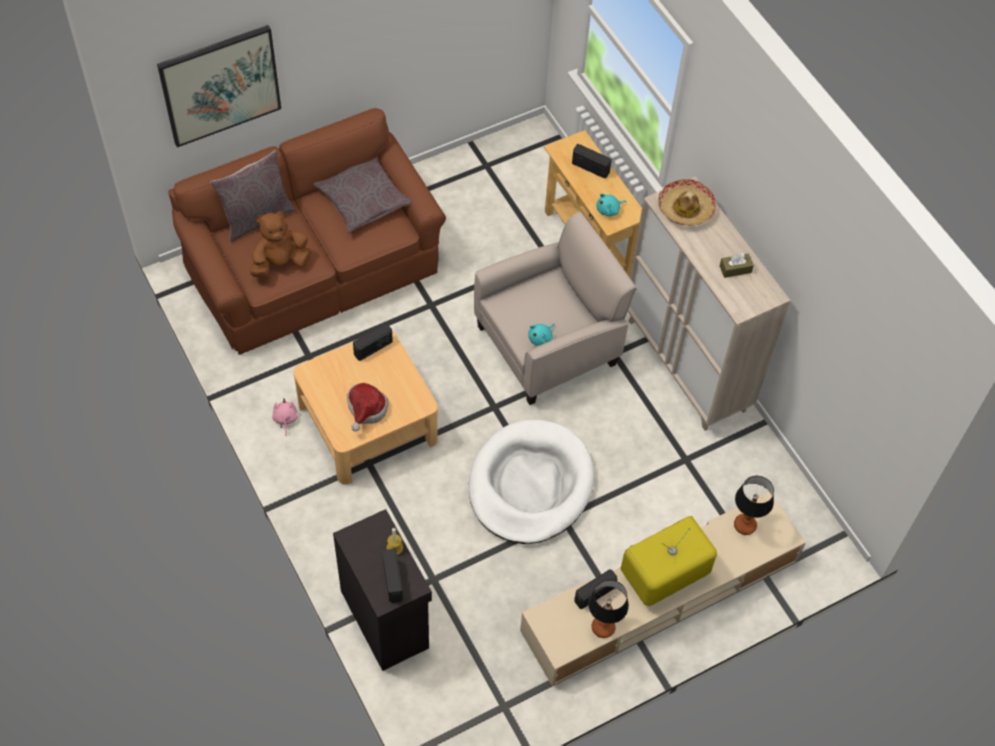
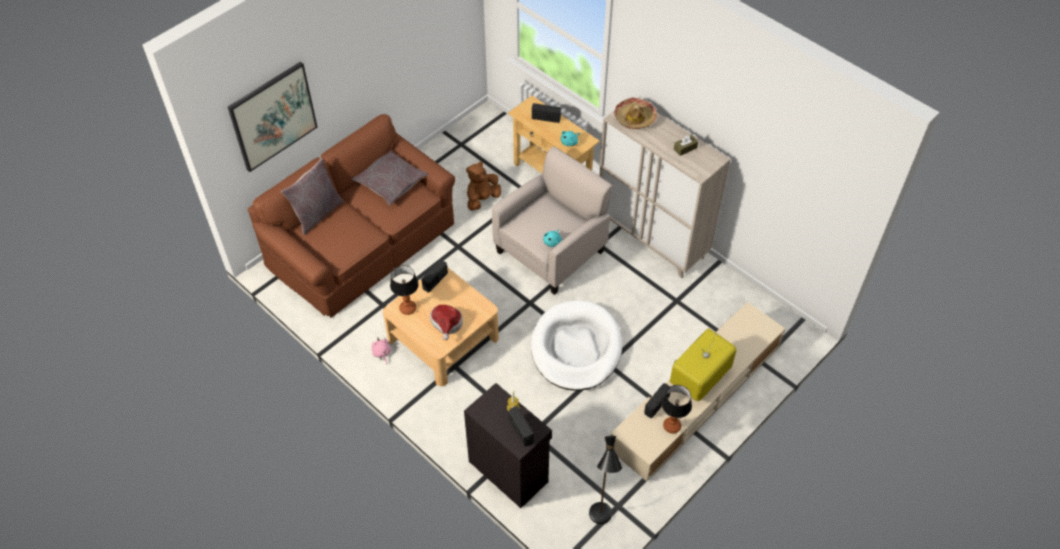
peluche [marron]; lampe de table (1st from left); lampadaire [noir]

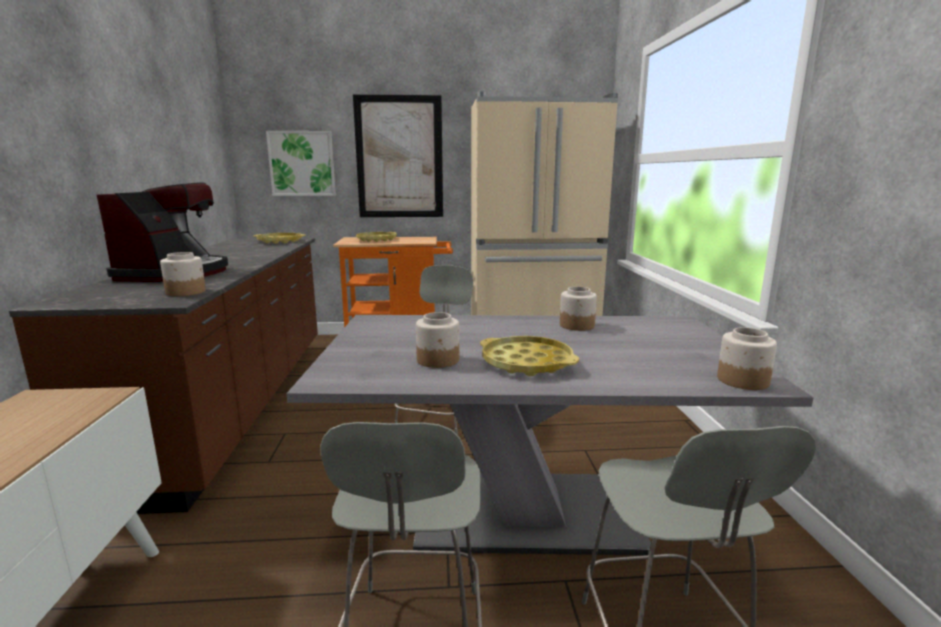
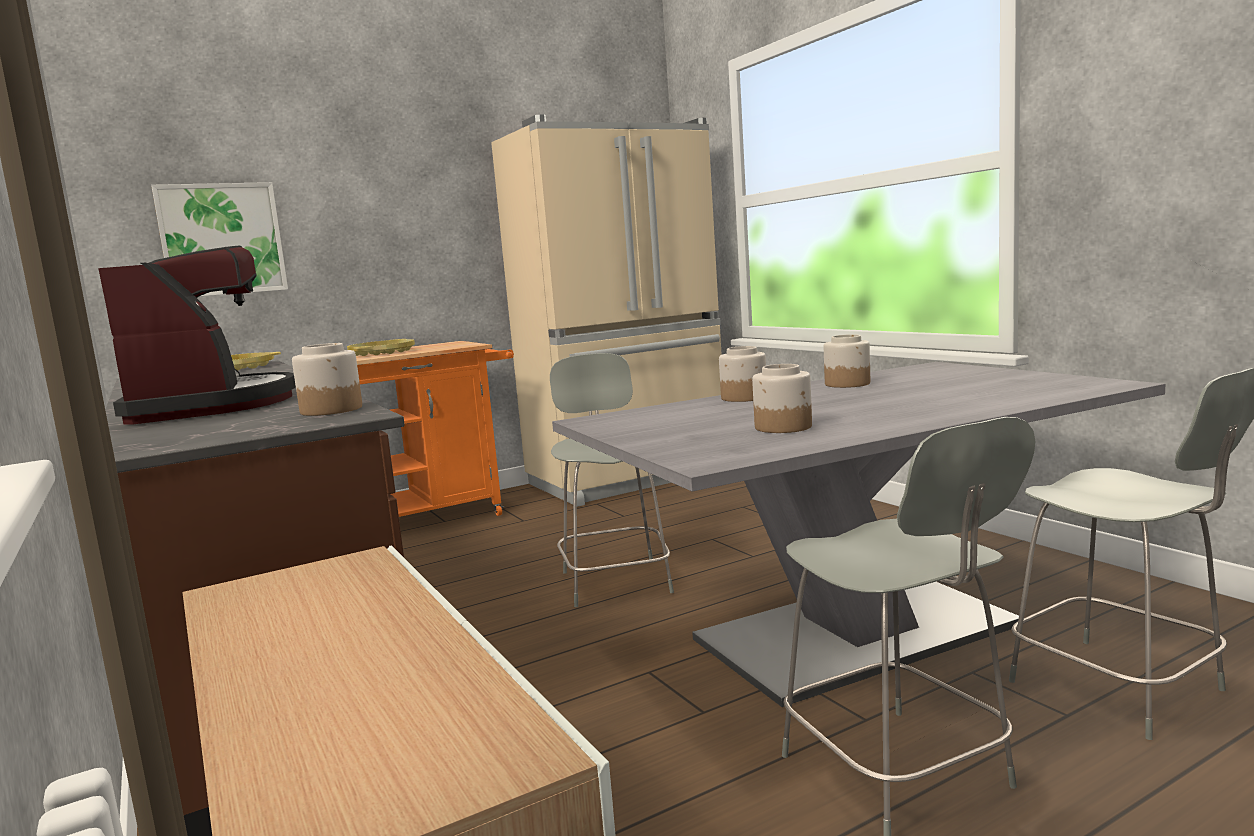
tableau (2nd from left in the first image); bocal (2nd from left); plateau [jaune] (3rd from left in the first image)

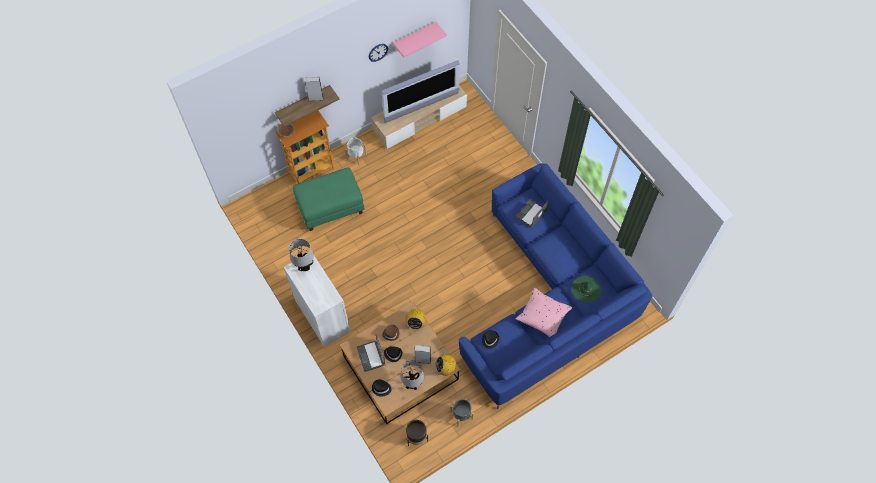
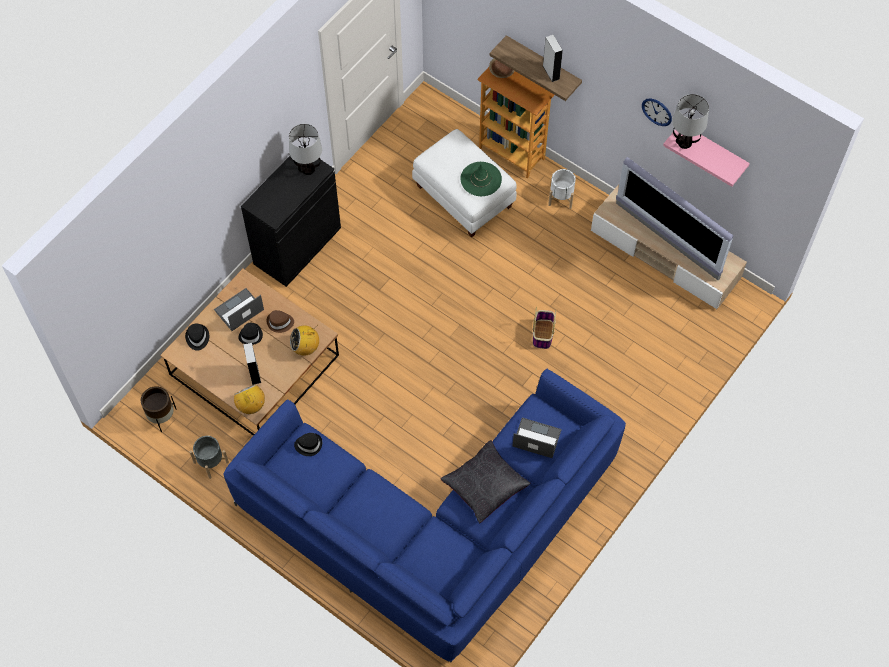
pouf [blanc]; meuble de rangement [noir]; chapeau [vert]; coussin [rose]; lampe de table (2nd from left); panier; coussin [noir]

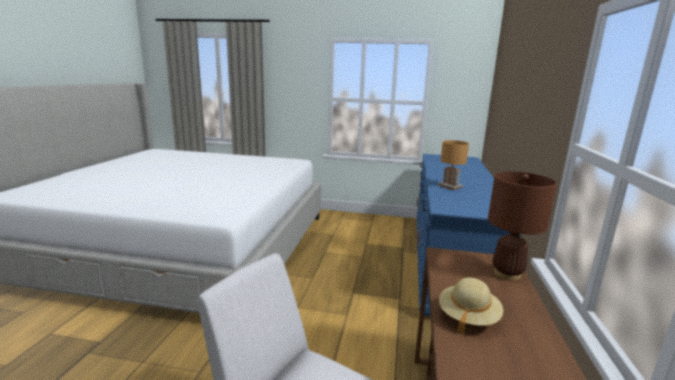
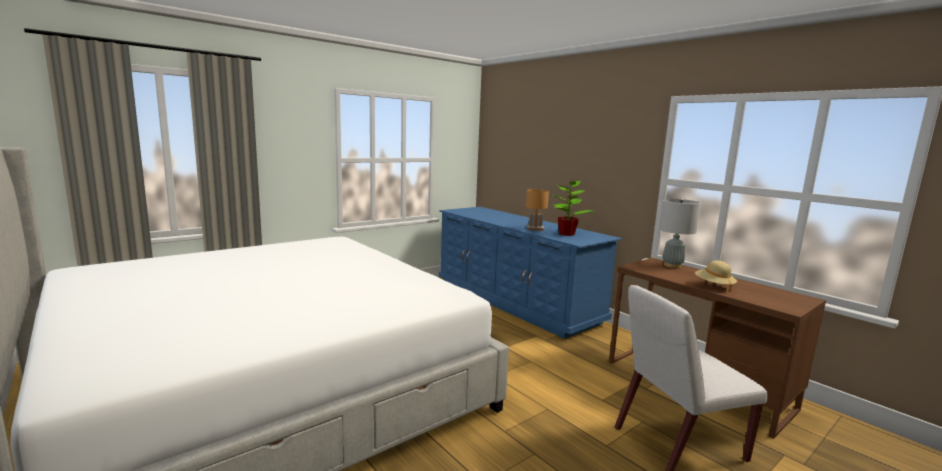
lampe de table [gris]; plante en pot

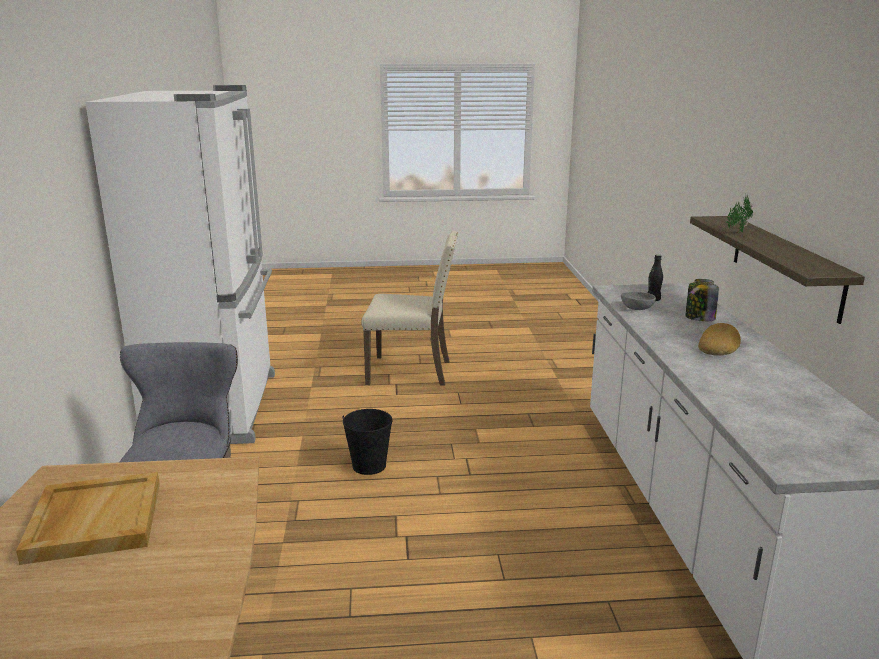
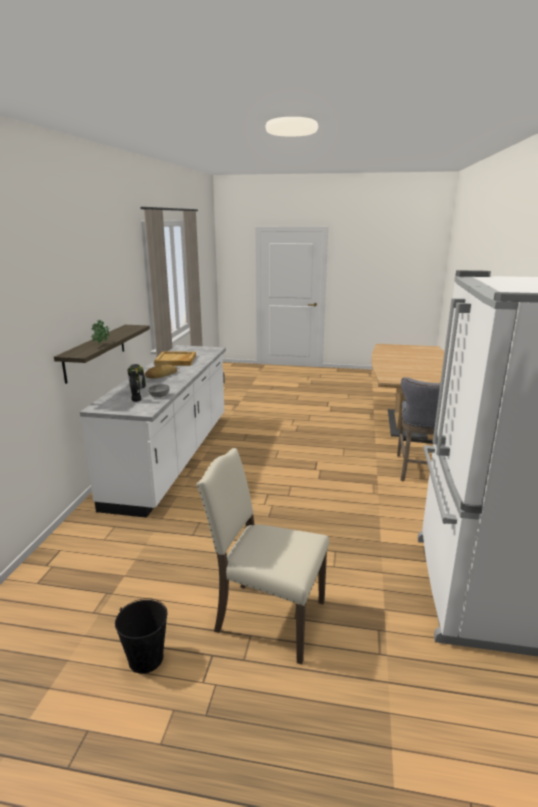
seau [noir]; plateau [beige]

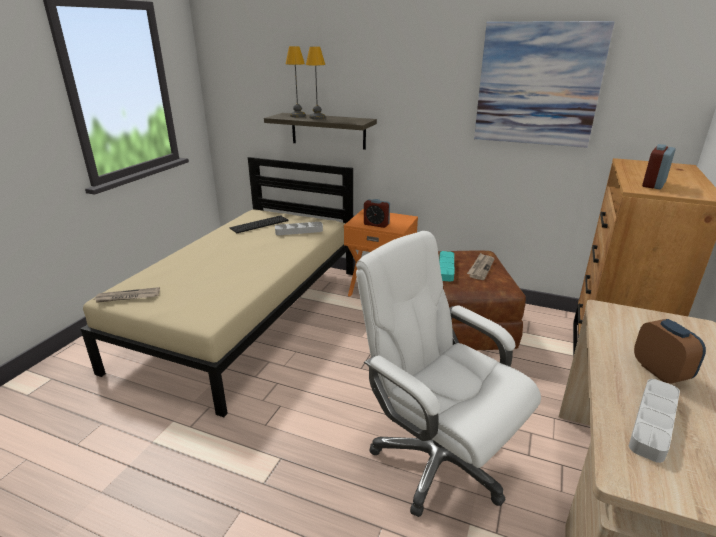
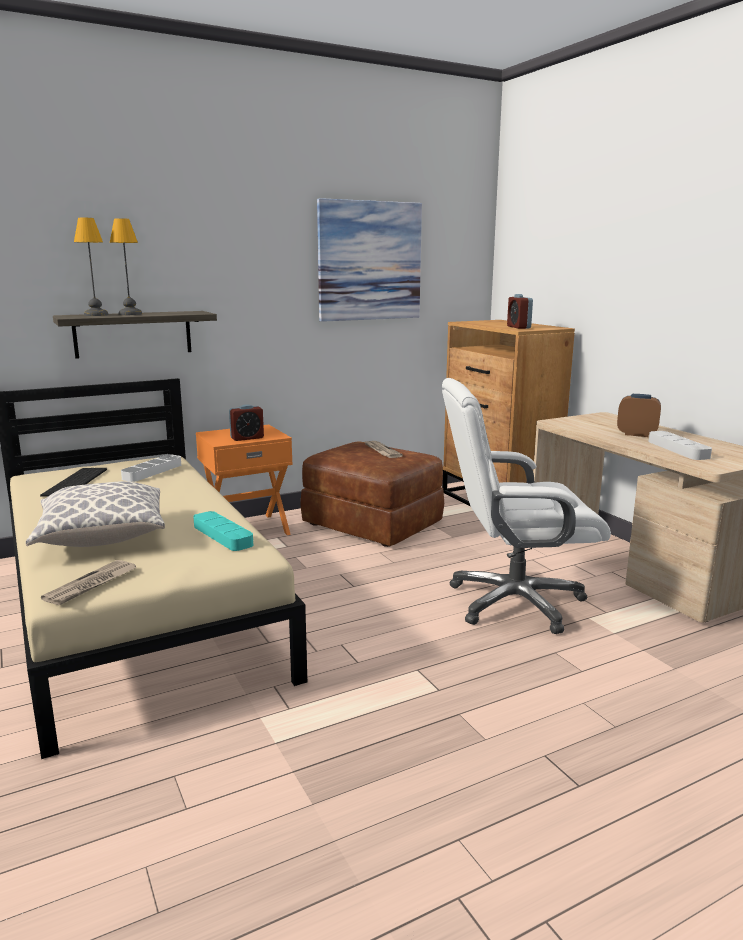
plateau [turquoise]; coussin

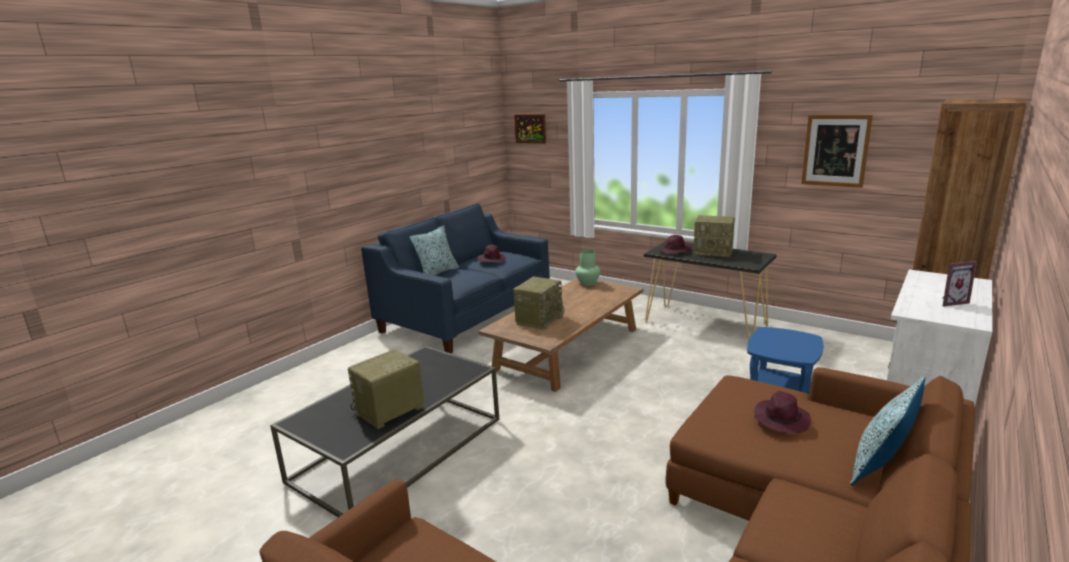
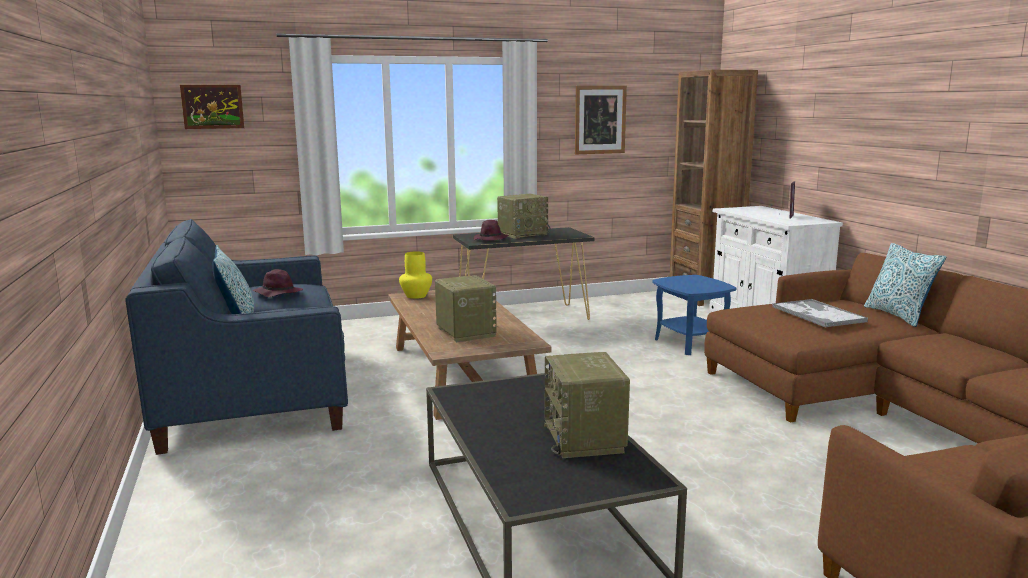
vase [jaune]; plateau

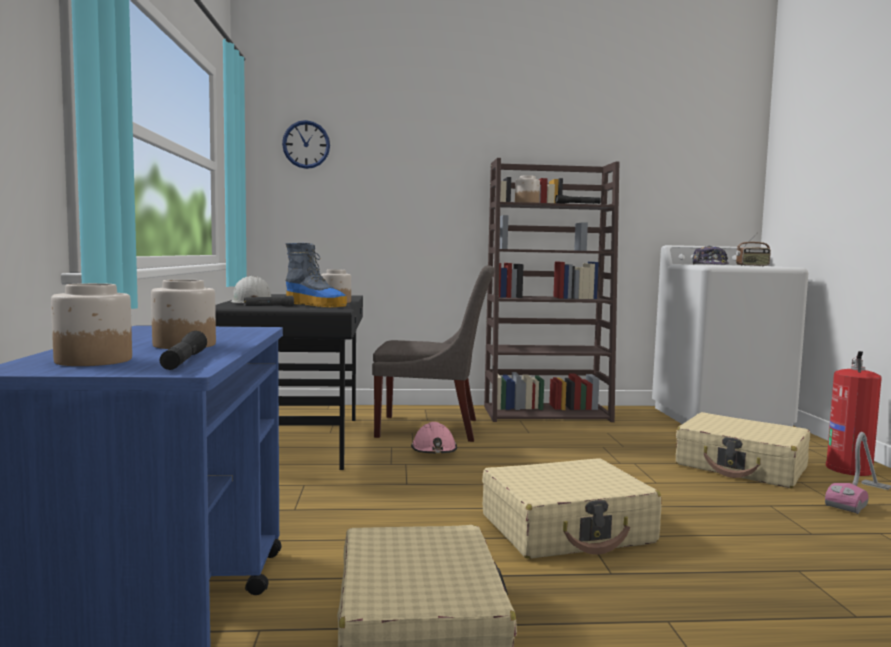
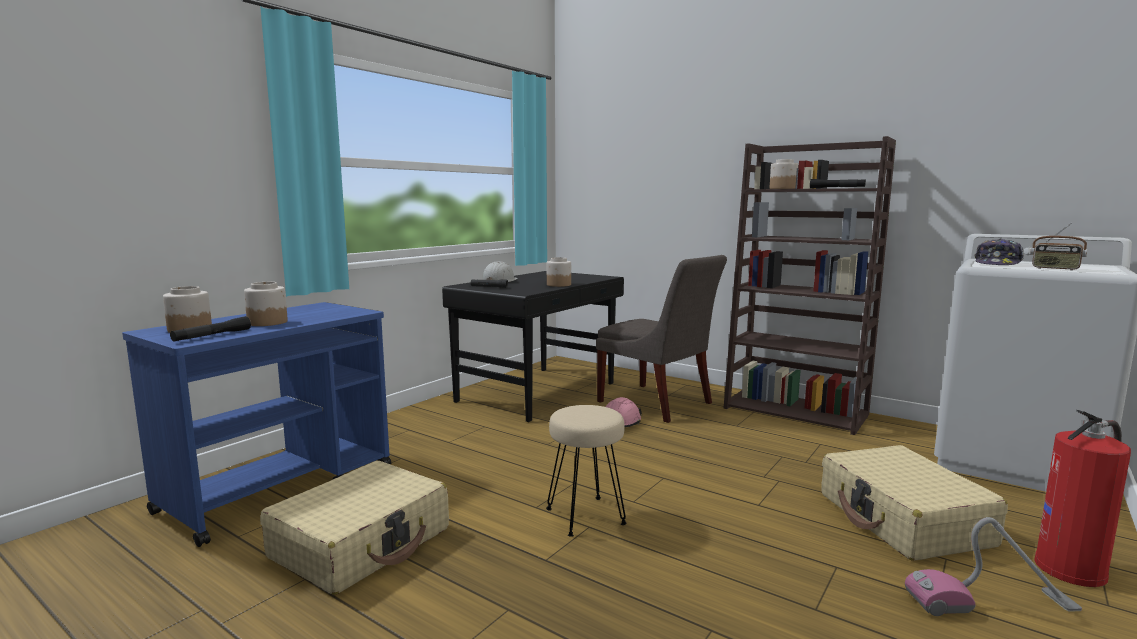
horloge murale; botte; tabouret [beige]

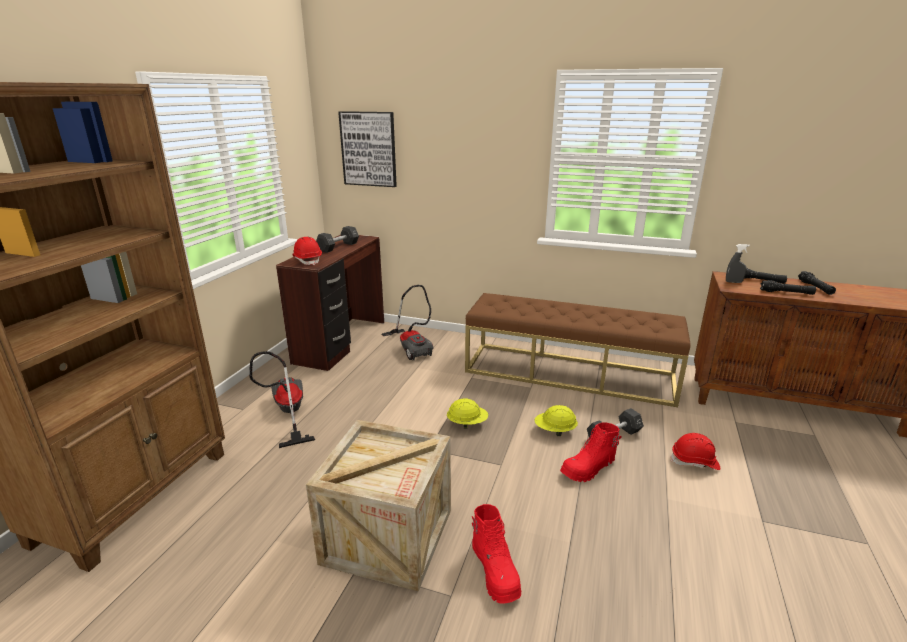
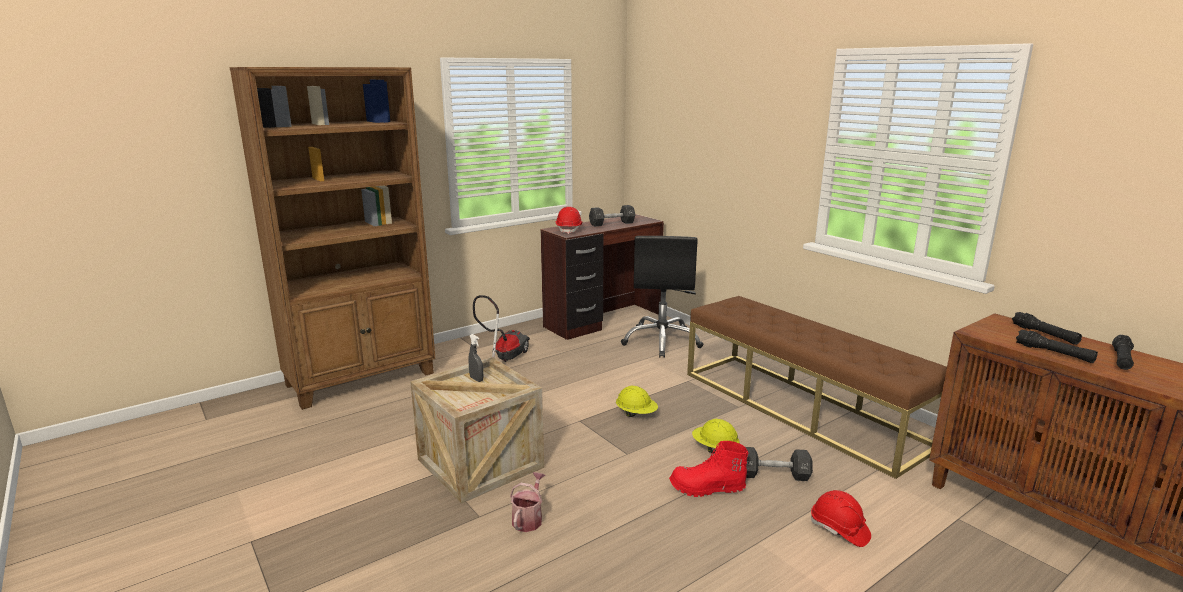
tableau; vaporisateur [gris]; chaise de bureau [noir]; arrosoir

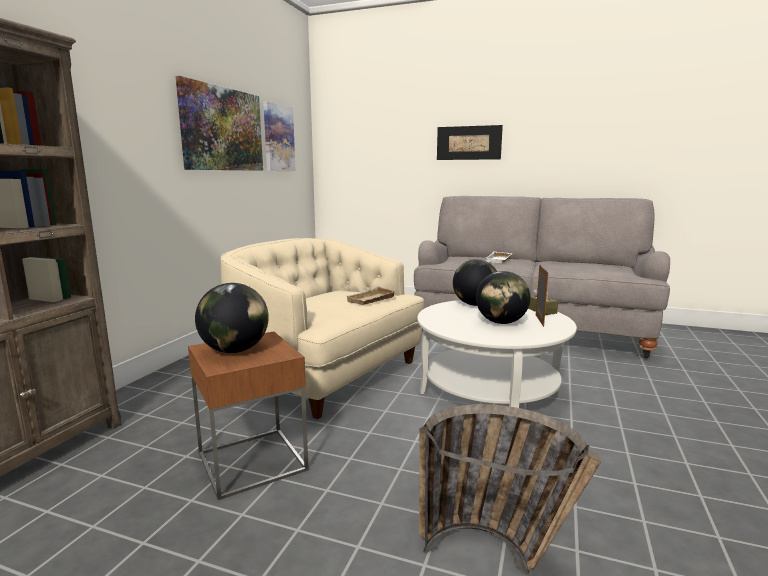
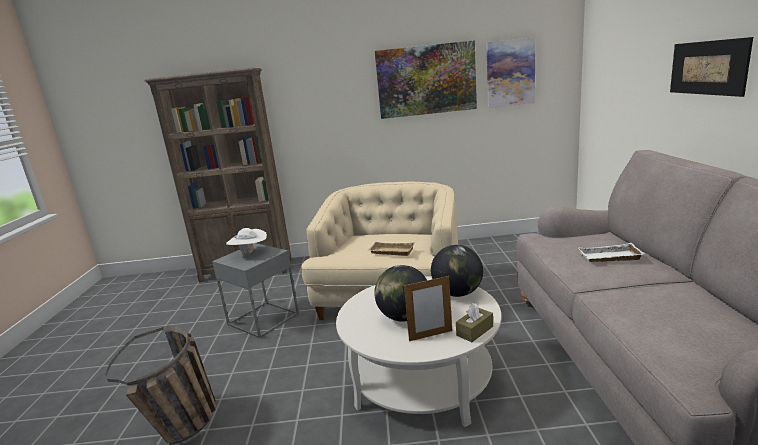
chapeau [blanc]; table d'appoint [gris]

